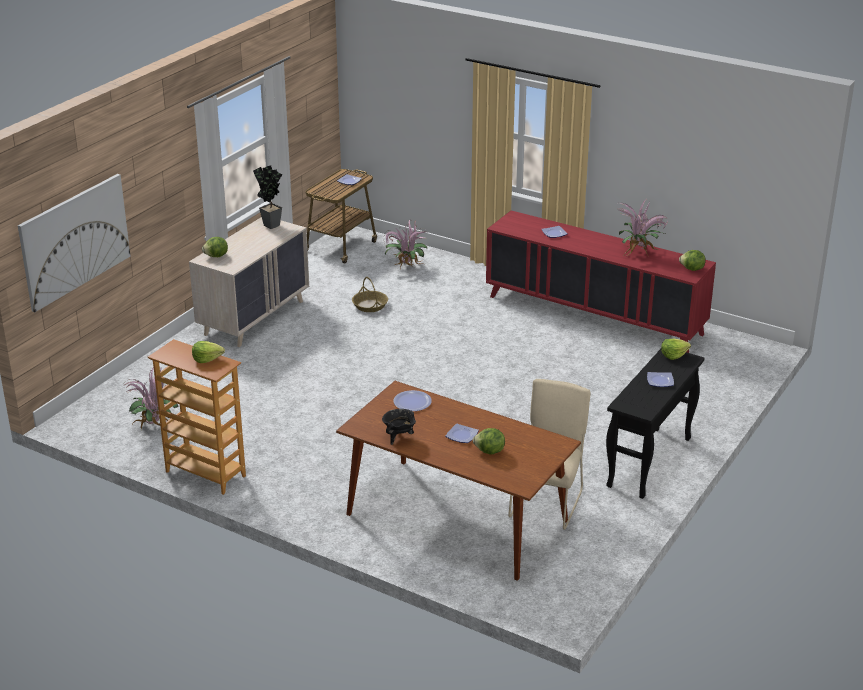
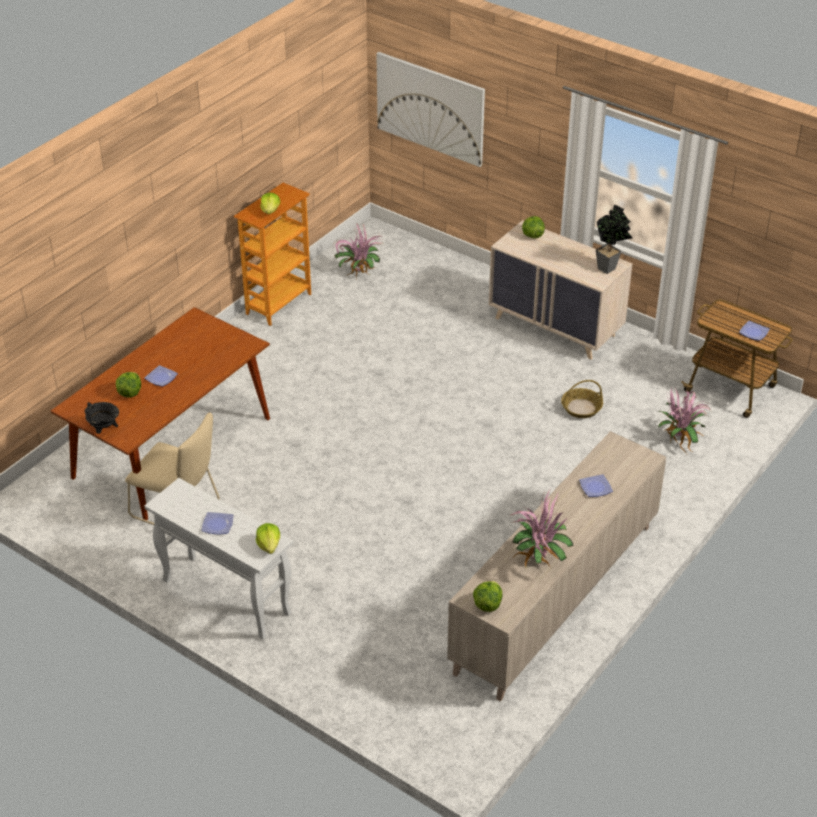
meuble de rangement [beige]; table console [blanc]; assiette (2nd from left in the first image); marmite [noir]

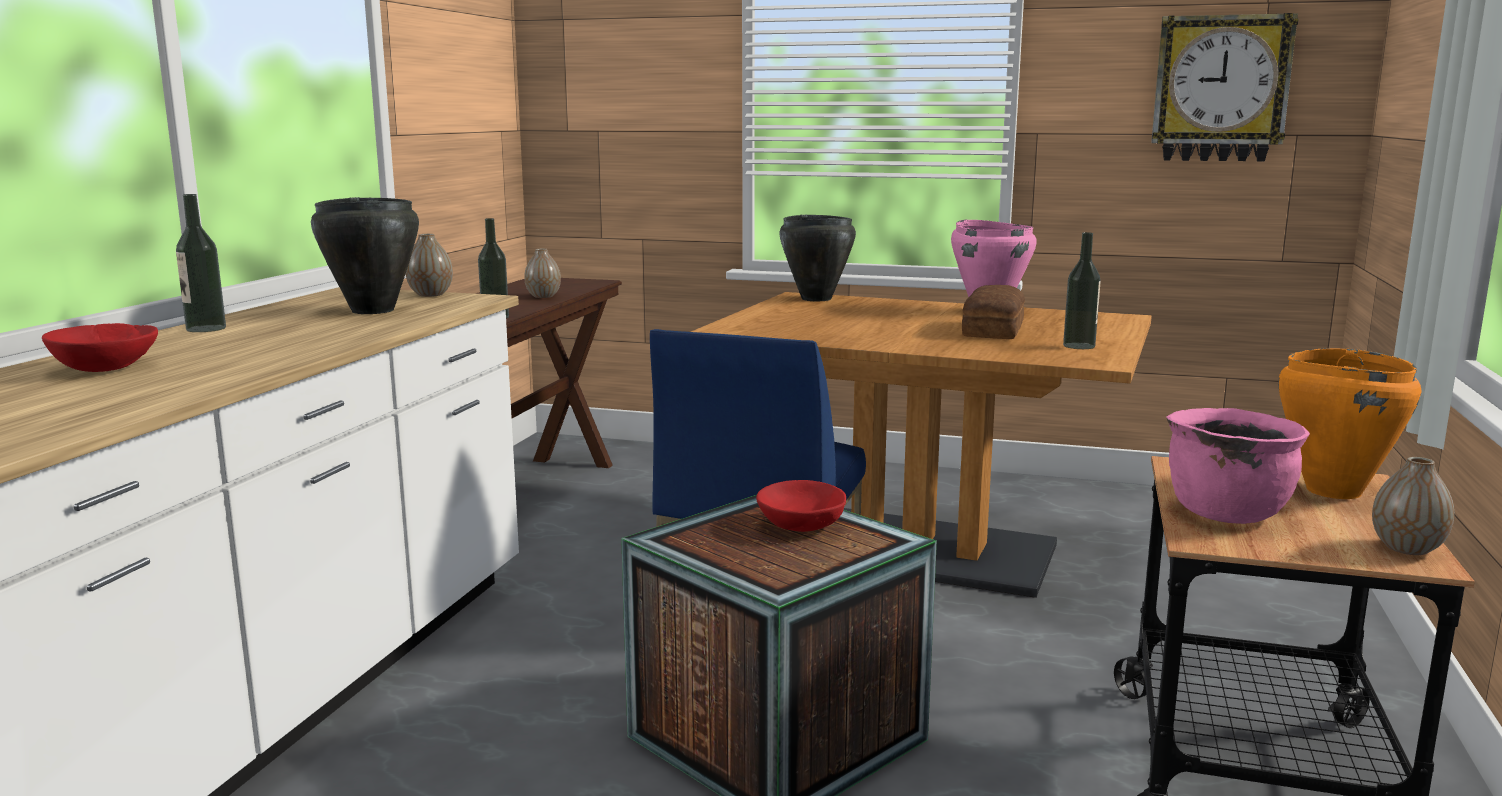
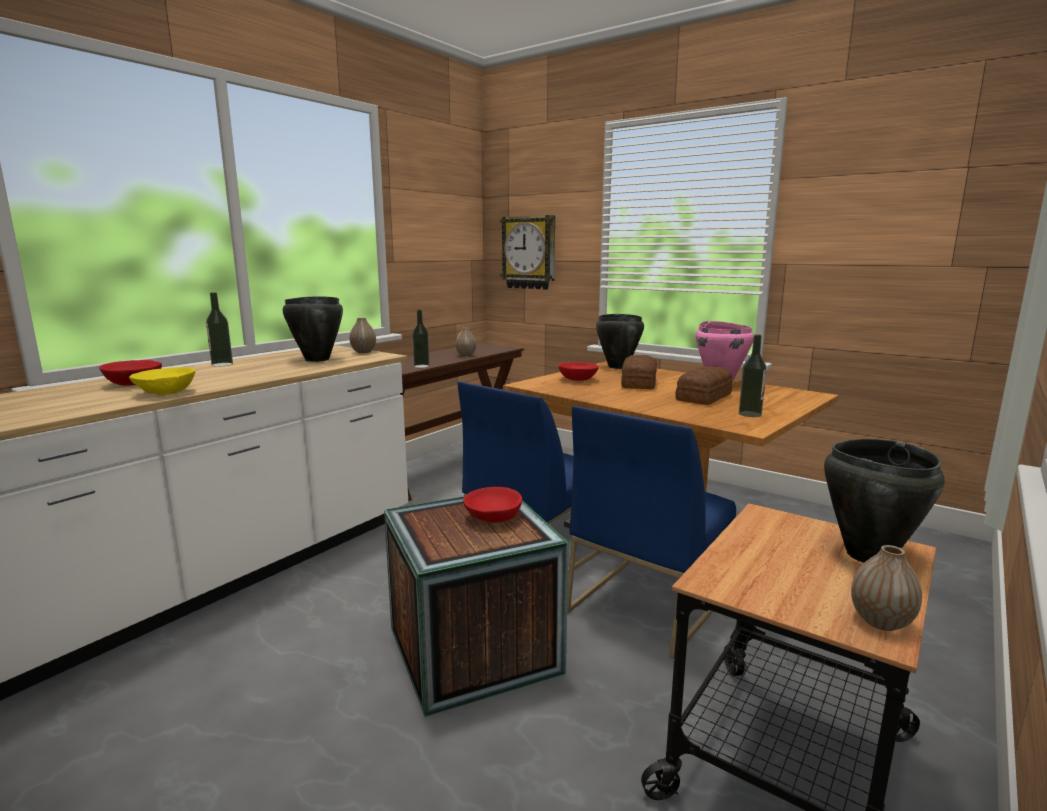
horloge murale; marmite [noir] (3rd from left); marmite [rose] (2nd from left in the first image); pain (1st from left); bol [rouge] (3rd from left); bol [jaune]; chaise [bleu] (2nd from left)

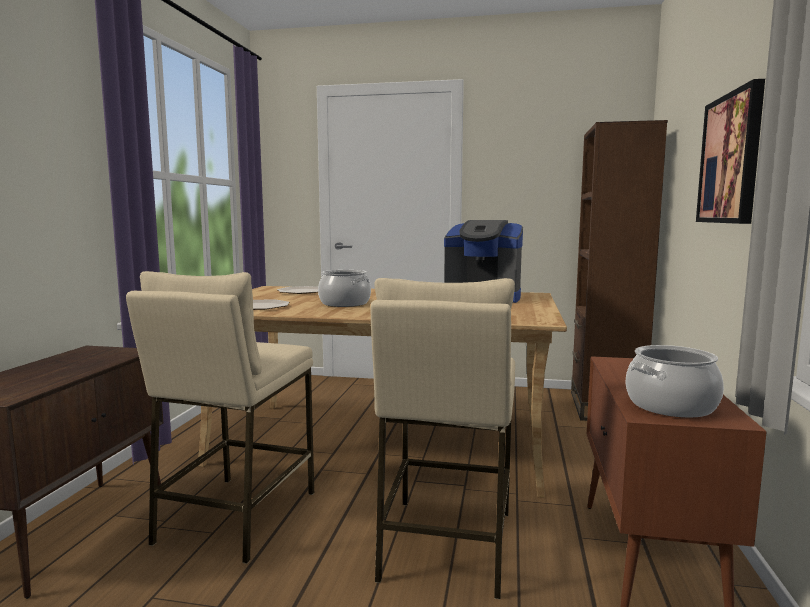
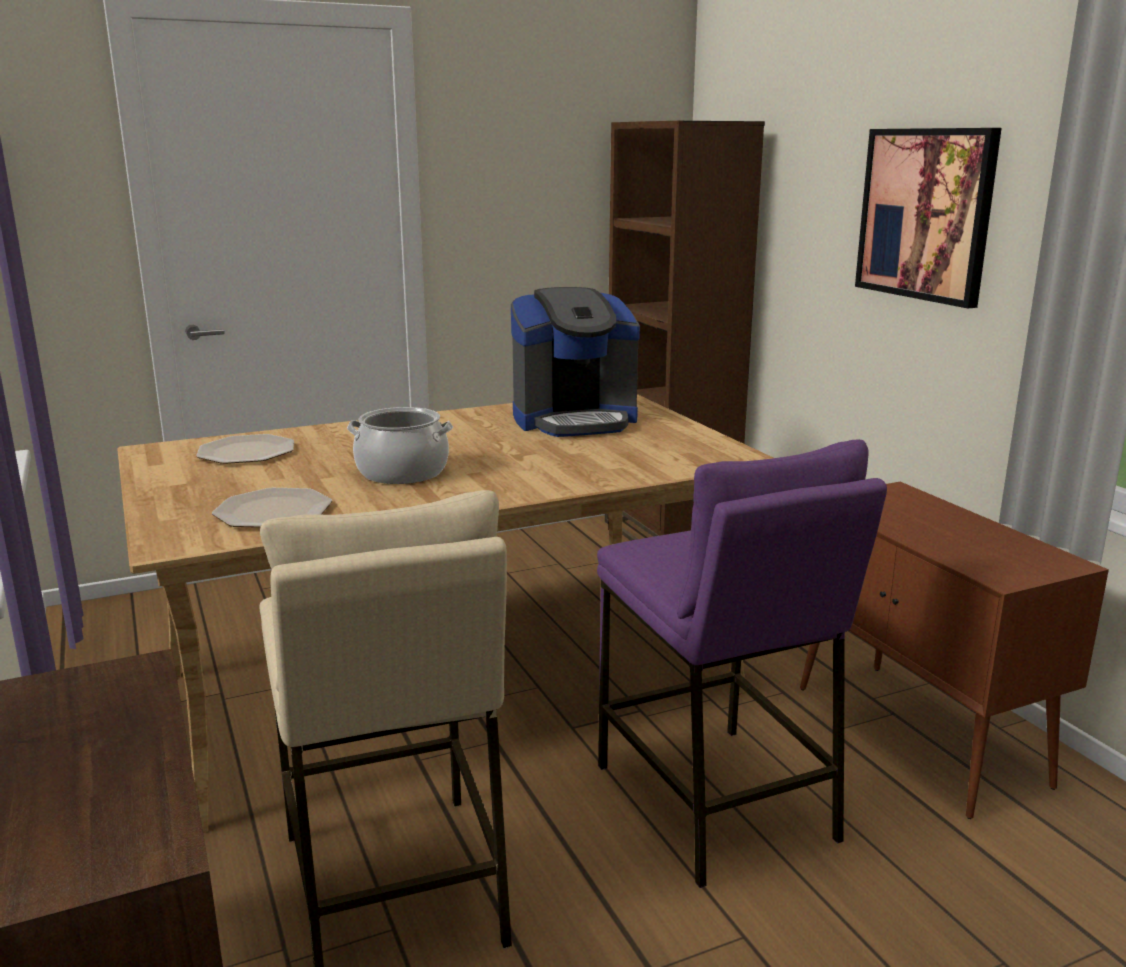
tabouret [violet]; marmite (2nd from left in the first image)

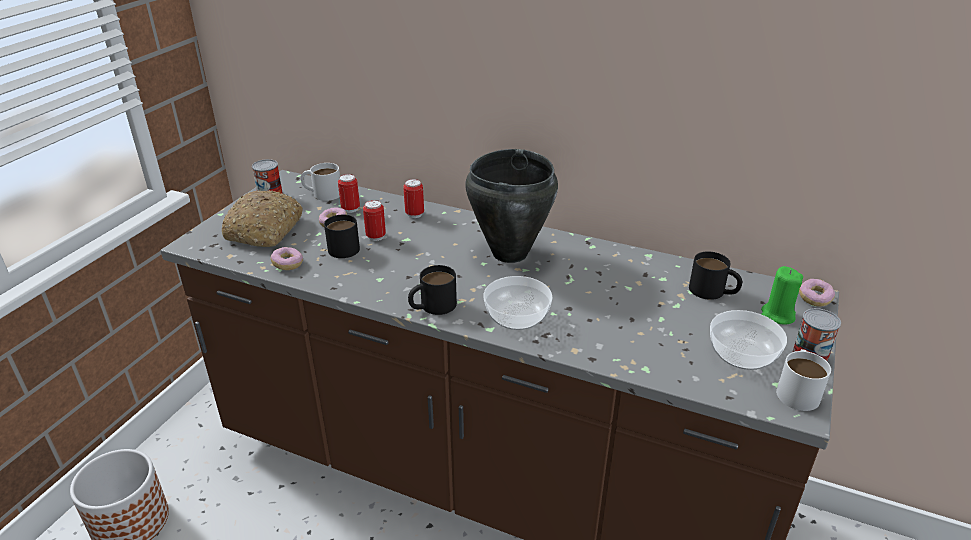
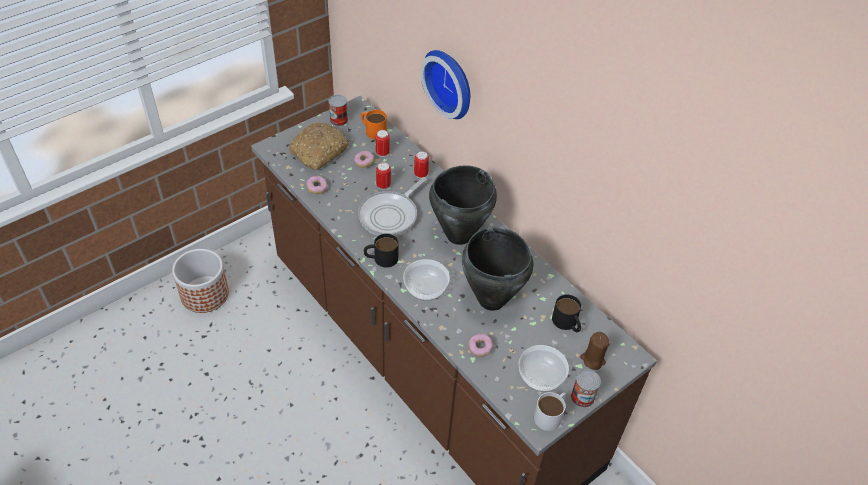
mug [orange]; mug [noir] (1st from left in the first image); bougie [marron]; beignet (3rd from left); horloge murale; poêle; marmite [noir] (2nd from left)

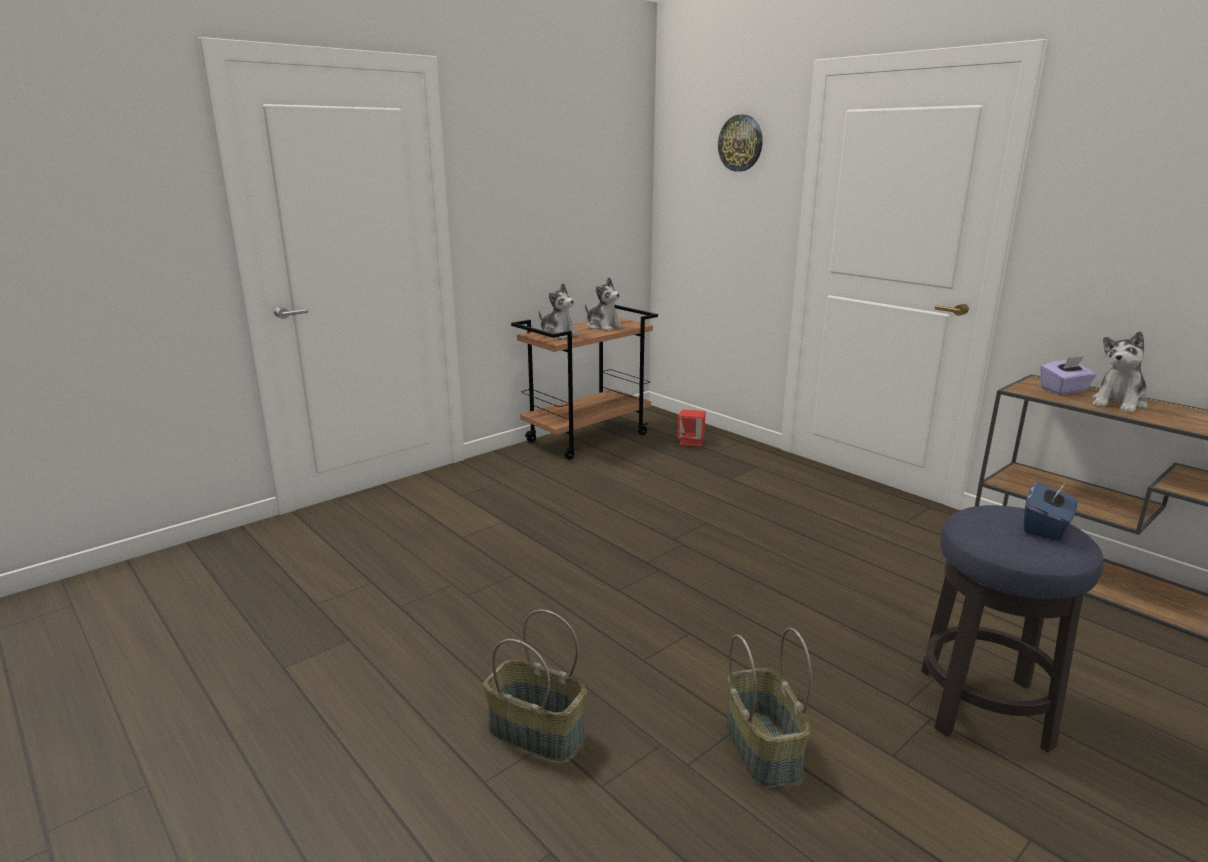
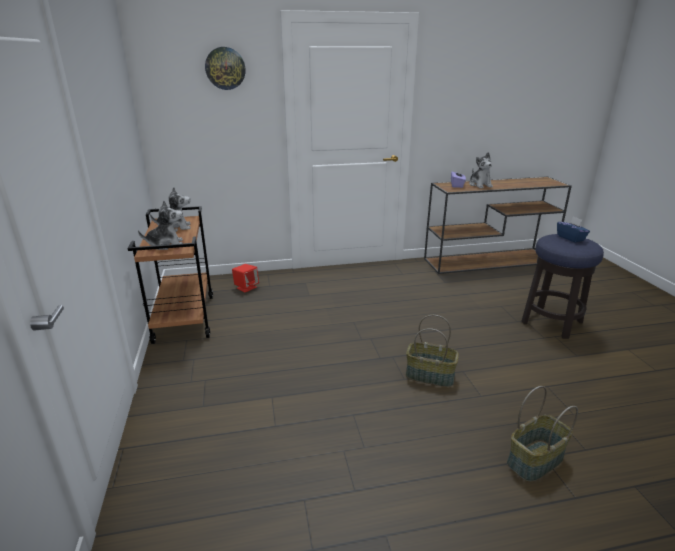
panier (1st from left)

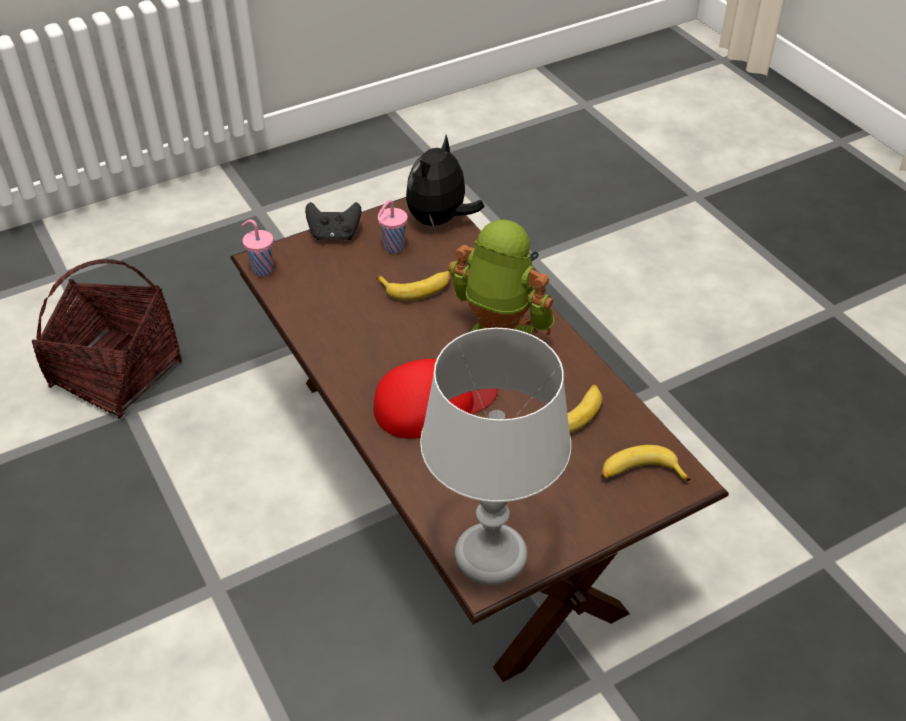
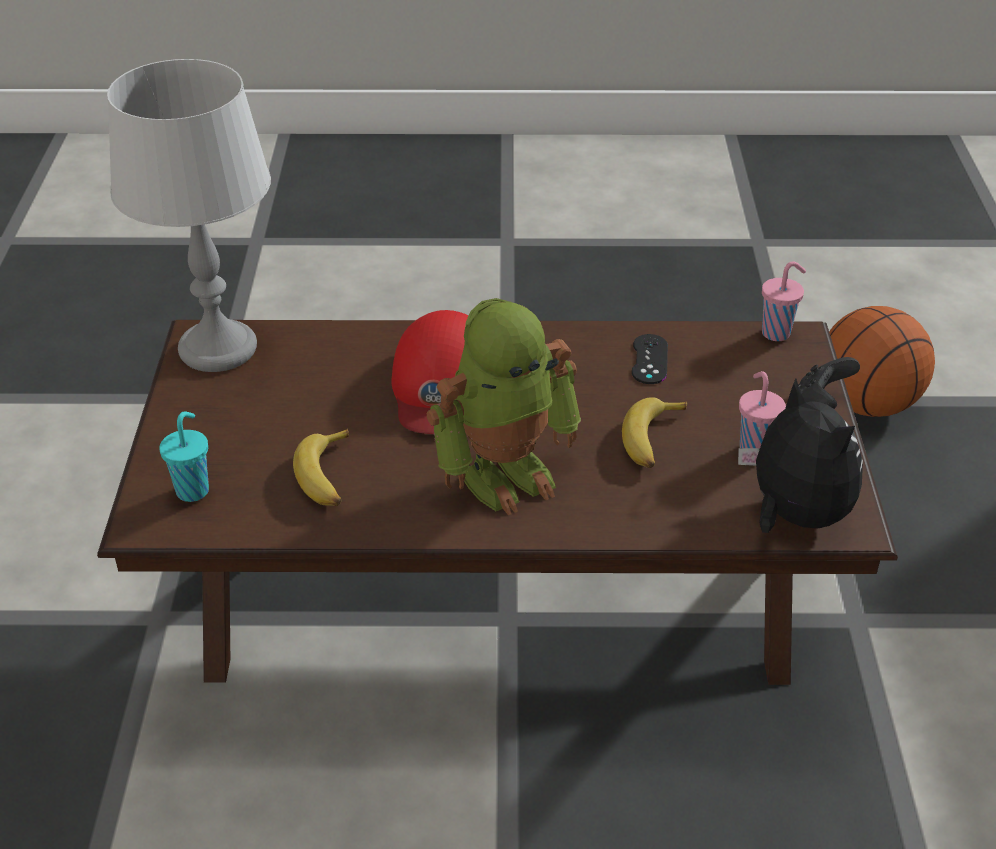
ballon de basket; tasse [turquoise]; manette [noir] (1st from left)

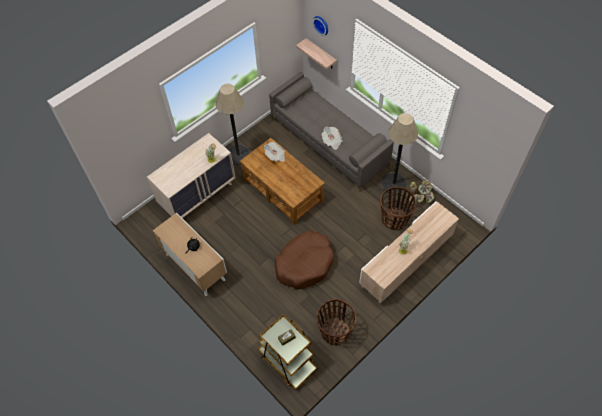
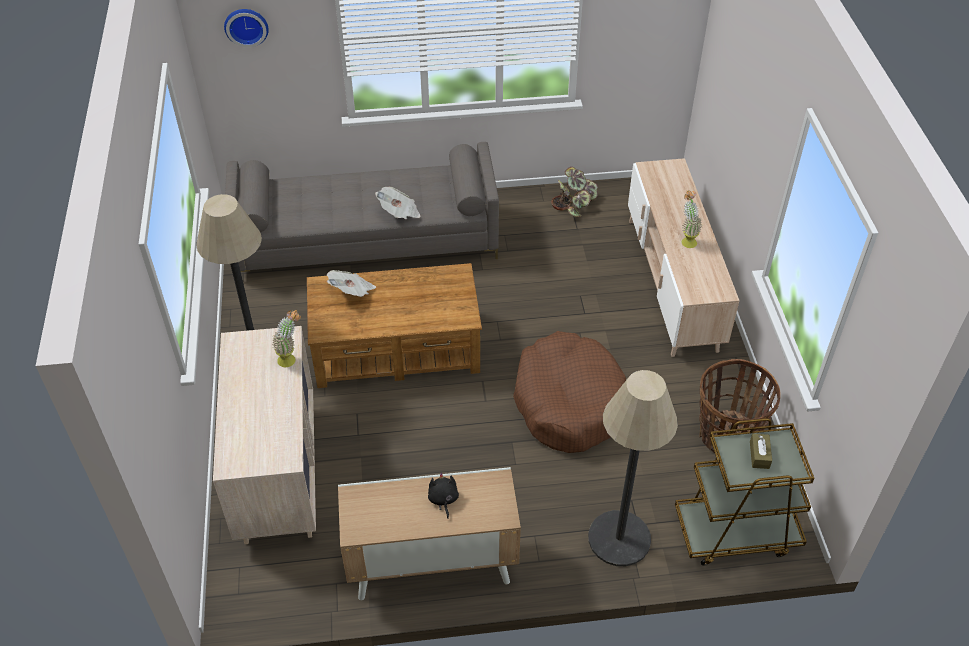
étagère; lampadaire (2nd from left); panier (2nd from left in the first image)

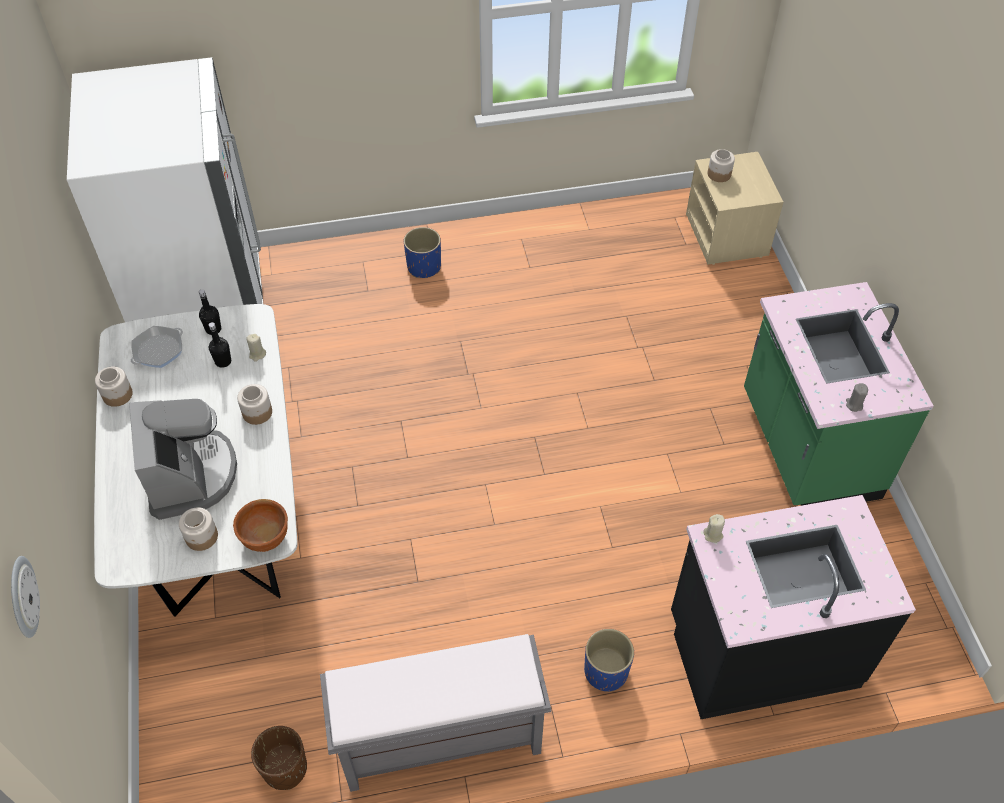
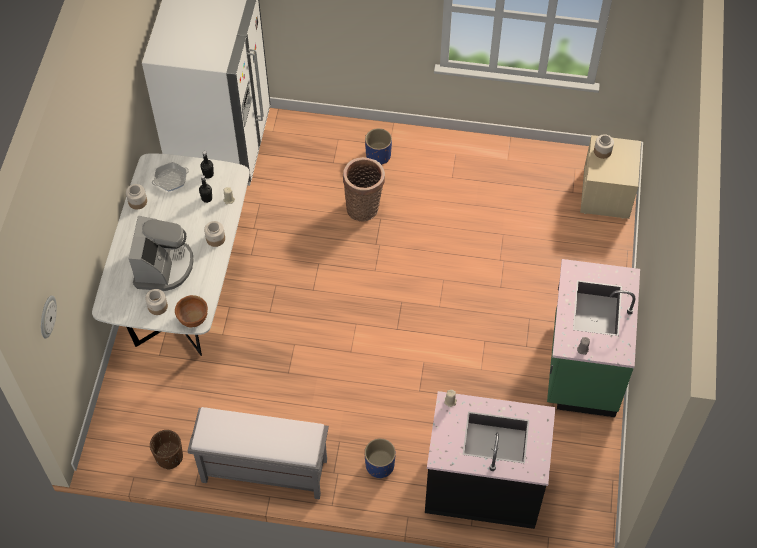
panier

